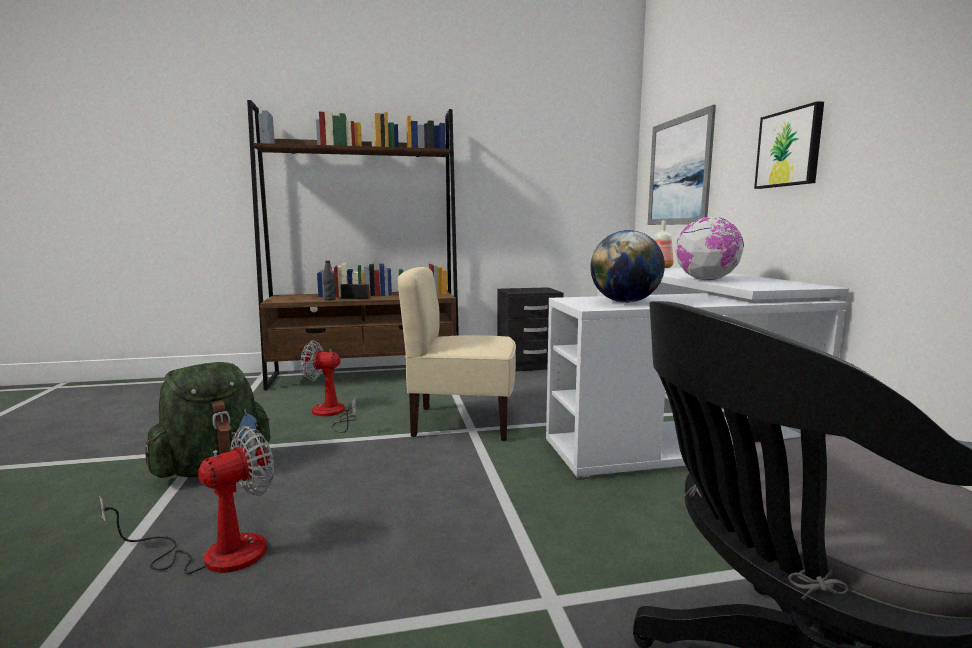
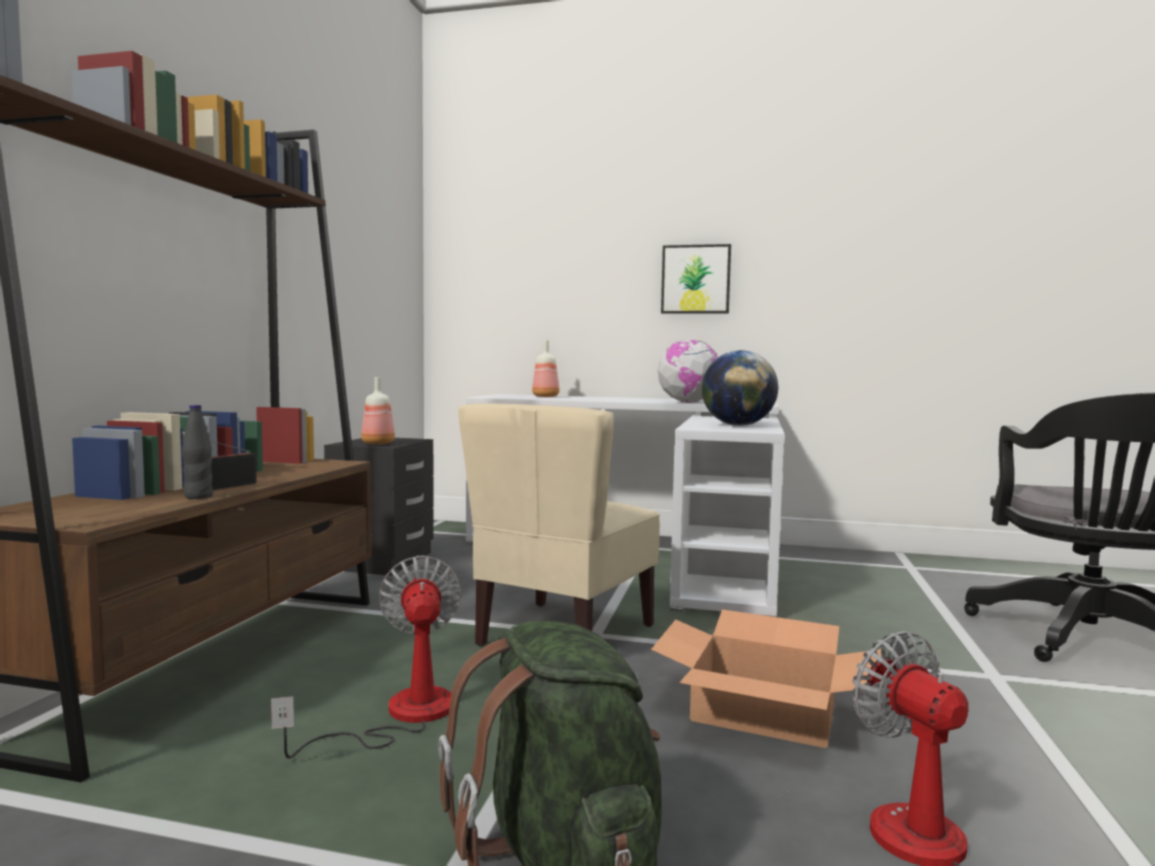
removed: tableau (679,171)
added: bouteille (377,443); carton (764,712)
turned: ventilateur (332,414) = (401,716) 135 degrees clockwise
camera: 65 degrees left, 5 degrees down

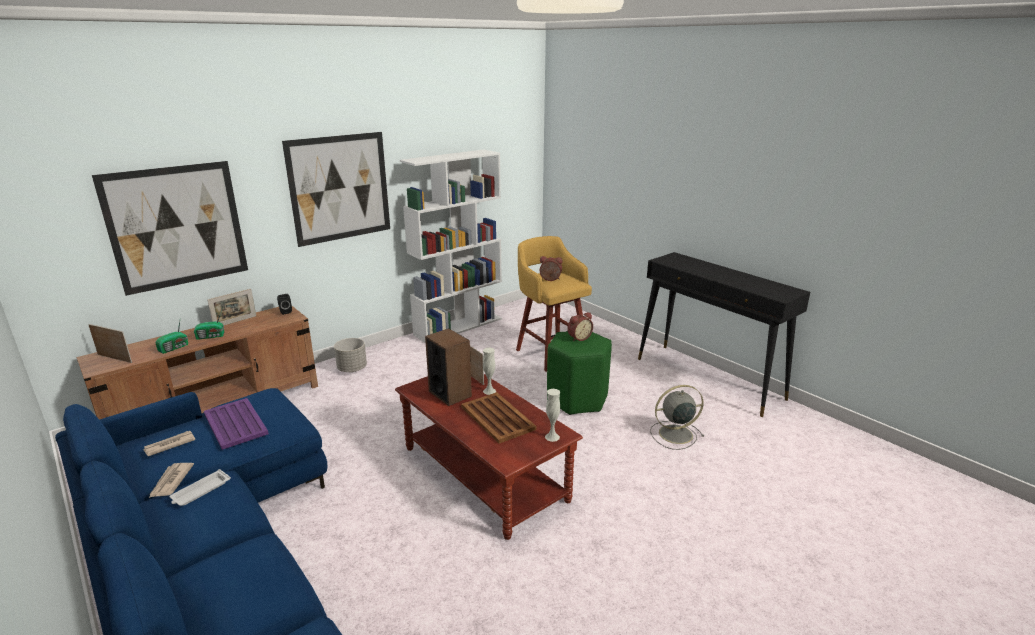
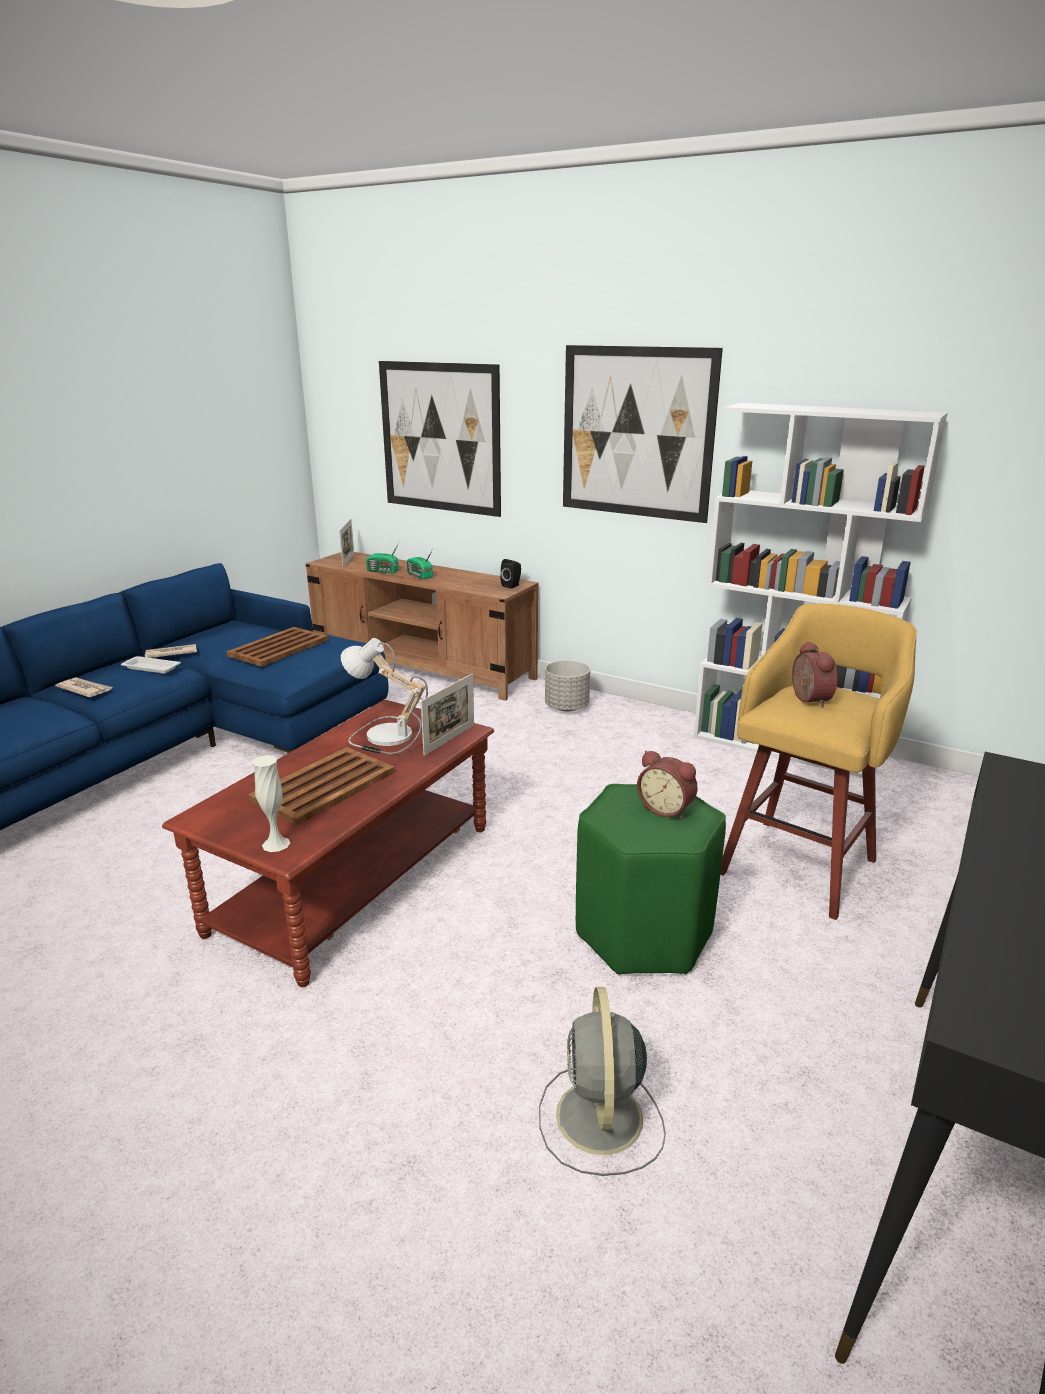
removed: cadre photo (235,322); vase (blanc) (489,391)
moved: journal (169,445) to (85,689)
replaced: enceinte (450,393) to lampe de table (384,737)
recoloured: plateau (violet) (235,424) to plateau (marron) (278,648)
turned: ventilateur (gris) (674,434) = (599,1120) 150 degrees counterclockwise
camera: 70 degrees right, 0 degrees up

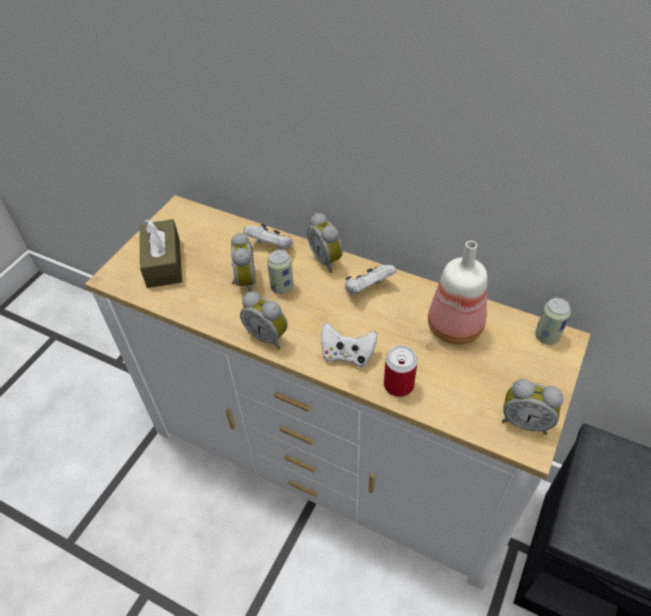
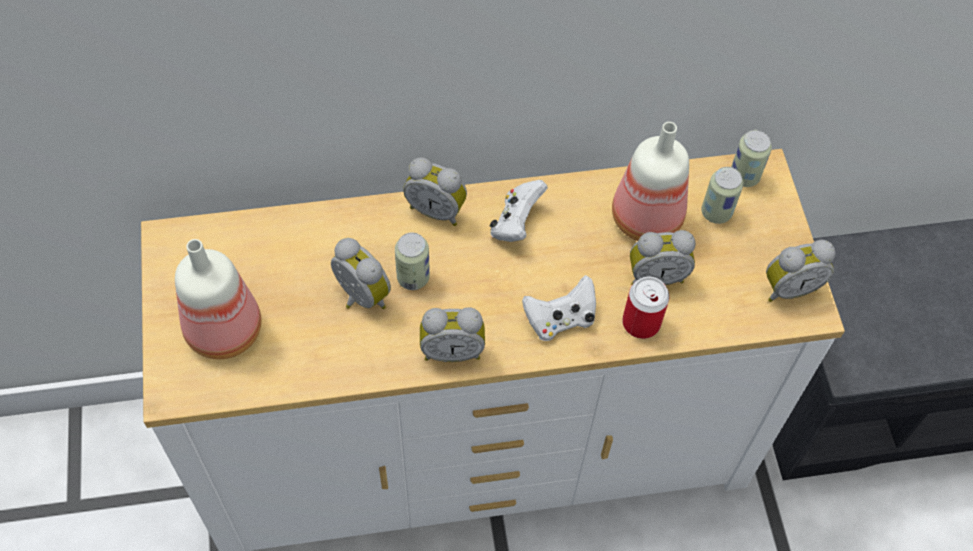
removed: manette (blanc) (271,247)
added: réveil (655,275); boîte métallique (716,212)
replaced: boîte à mouchoirs (marron) (163,263) to bouteille (227,330)
camera: 40 degrees left, 10 degrees up

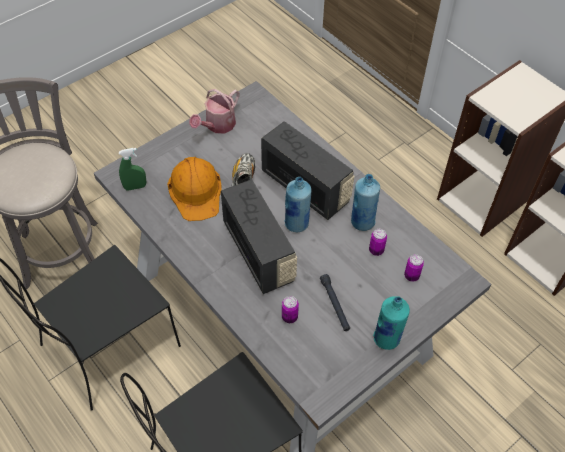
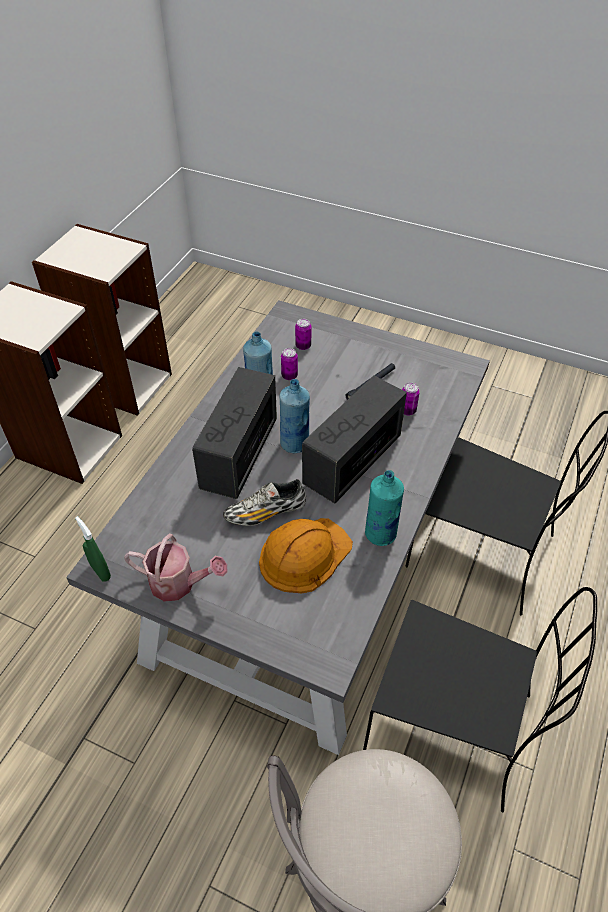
moved: vaporisateur (vert) (135,187) to (100,571); bouteille (turquoise) (386,339) to (380,533)
camera: 115 degrees left, 5 degrees down

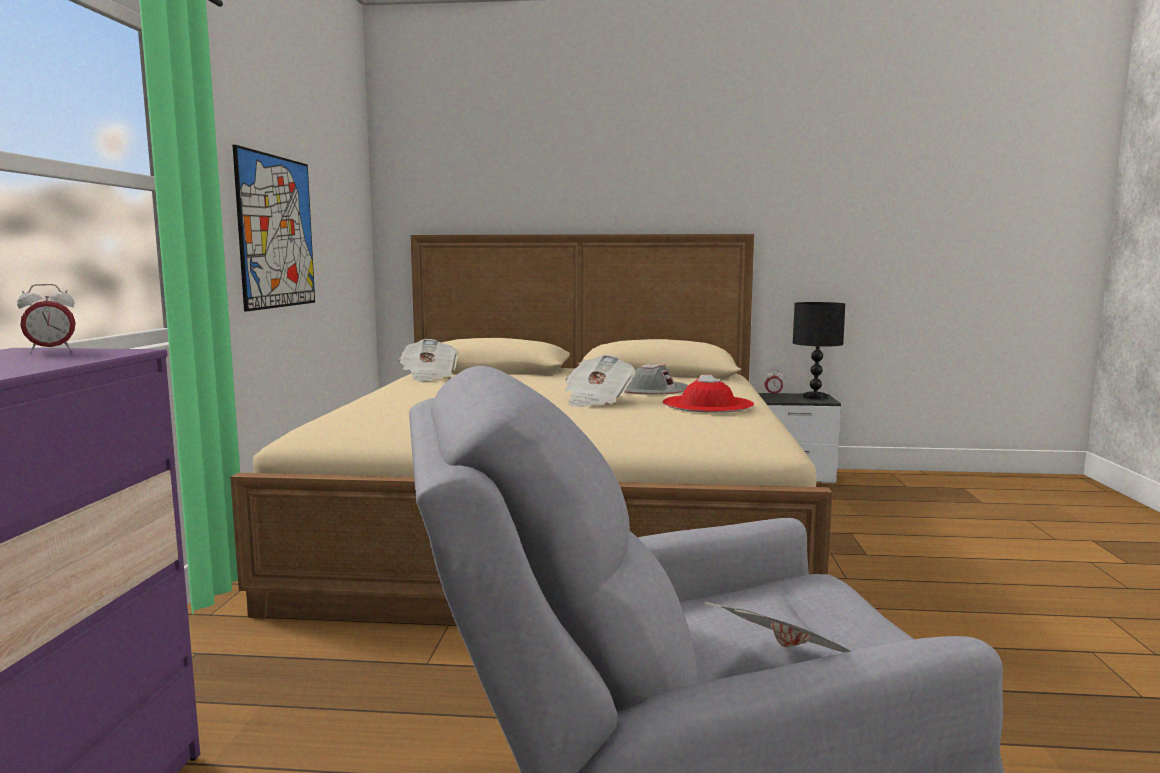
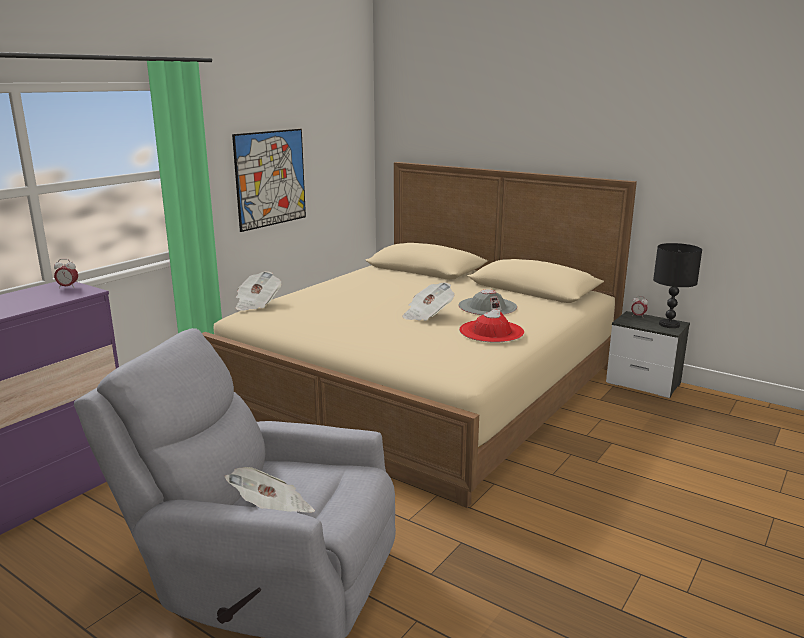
moved: journal (429,376) to (257,304)
camera: 30 degrees right, 10 degrees up

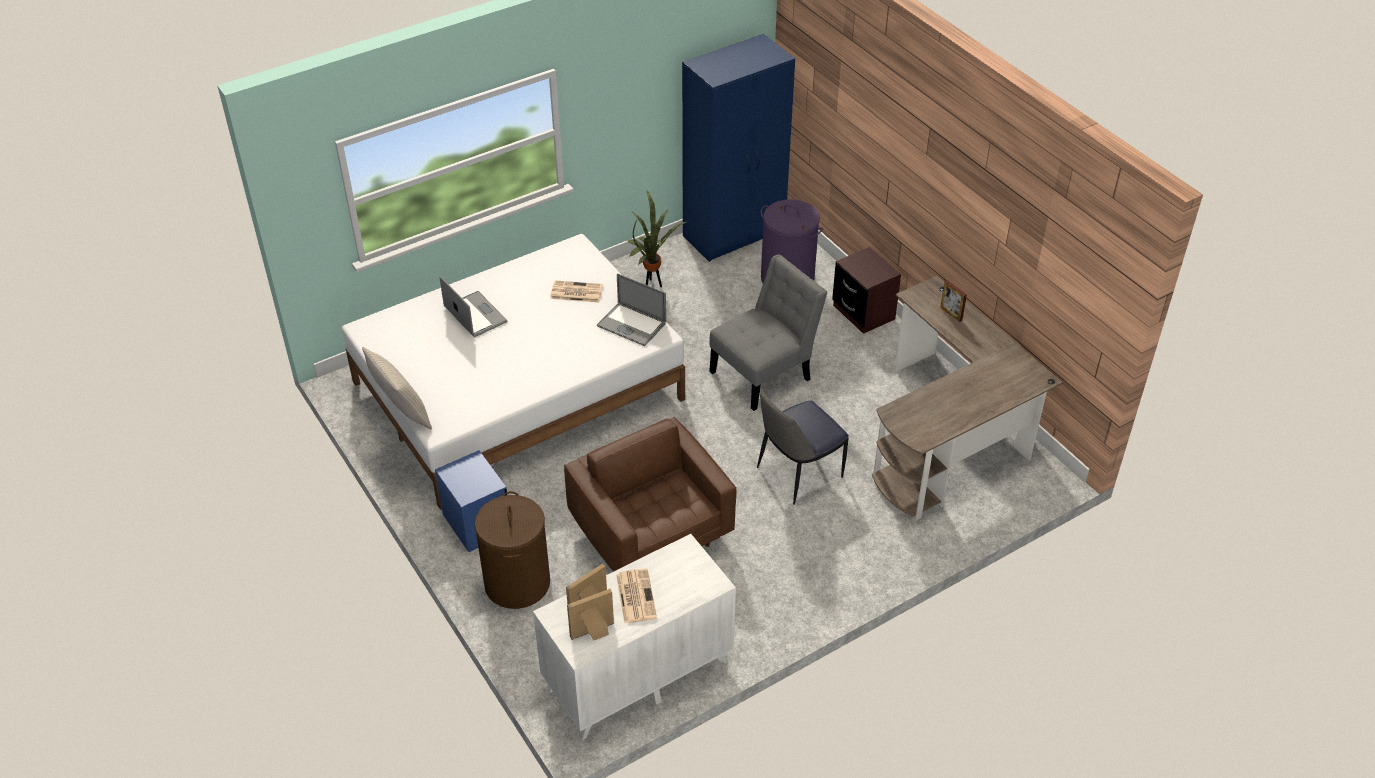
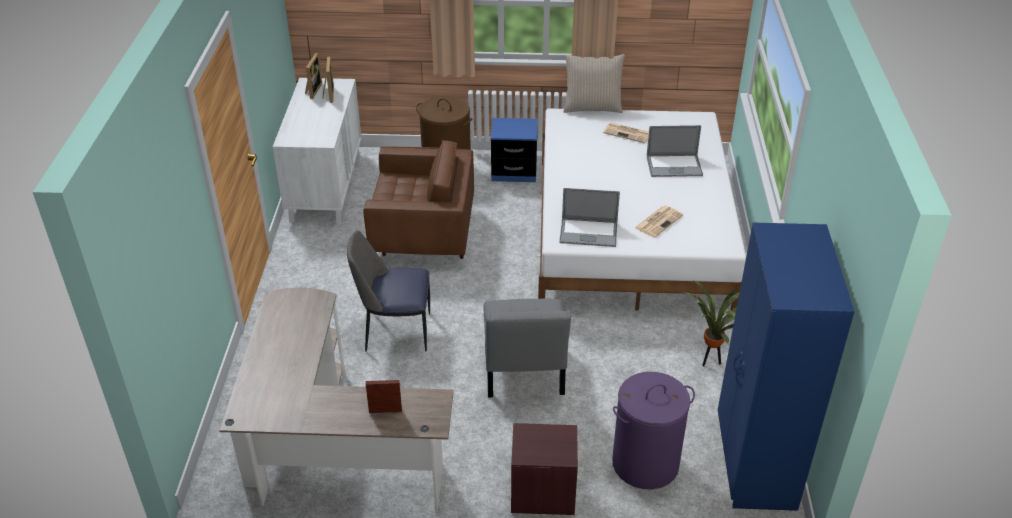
moved: journal (635,596) to (628,133)
turned: chaise (797,474) = (395,331) 90 degrees counterclockwise; ordinateur portable (631,324) = (588,233) 150 degrees counterclockwise
camera: 125 degrees right, 5 degrees down

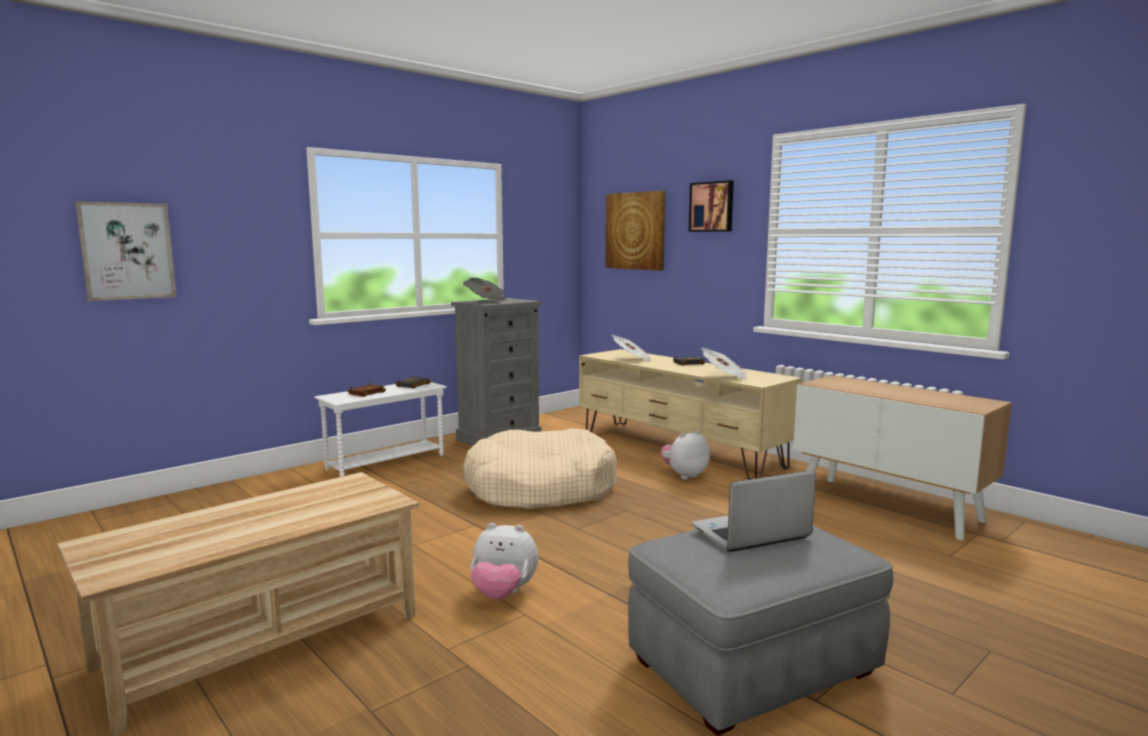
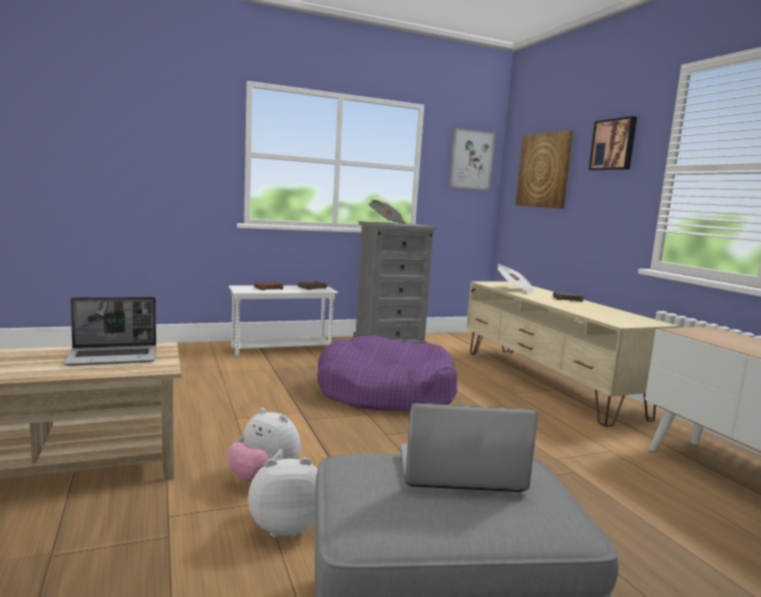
removed: journal (725,377)
added: ordinateur portable (114,357)
moved: peluche (684,475) to (285,526); tableau (127,251) to (471,159)
recoloured: panier pour chien (beige) (540,488) to panier pour chien (violet) (385,392)
camera: 20 degrees right, 0 degrees up

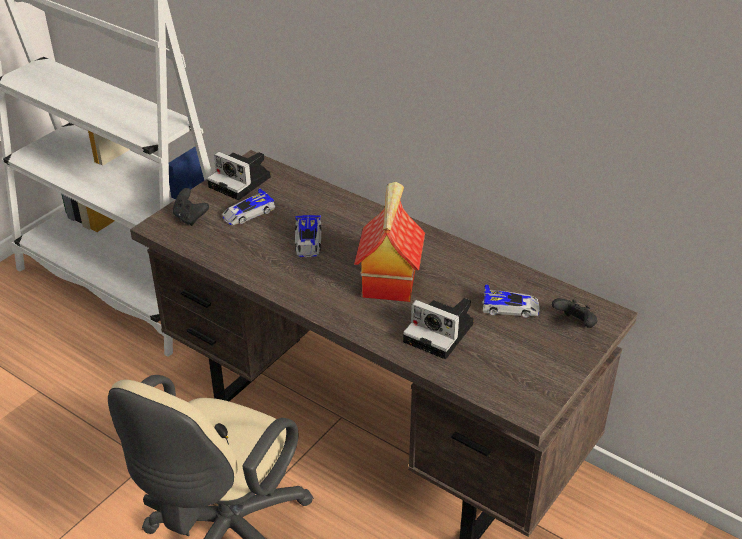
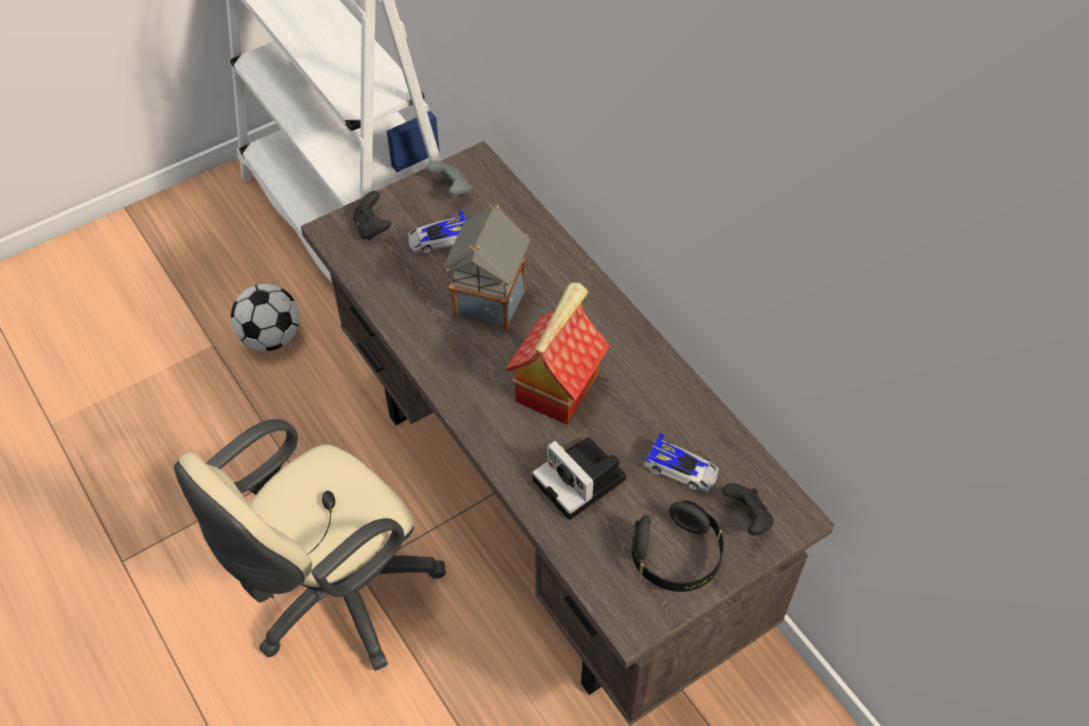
added: ballon de foot (271,337); casque audio (noir) (676,557)
replaced: appareil photo (242,182) to manette (gris) (452,189); petite voiture (308,241) to maison miniature (490,301)
camera: 20 degrees right, 15 degrees up

